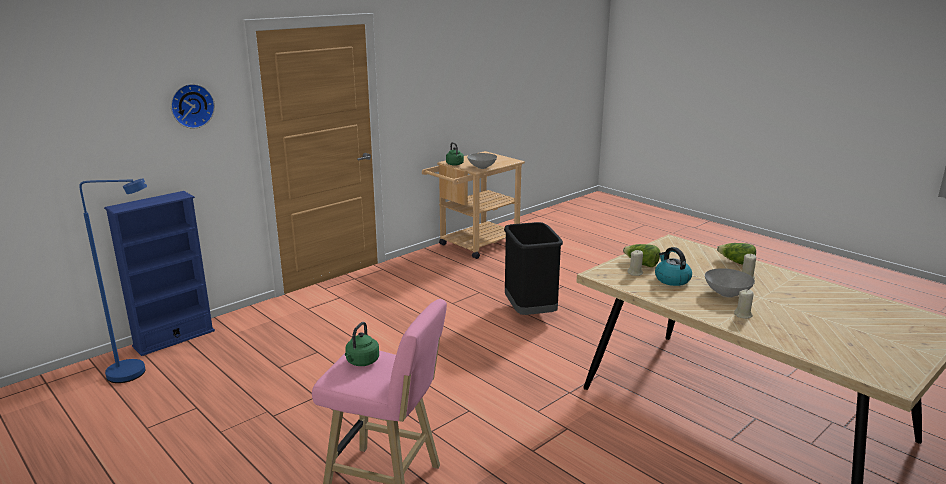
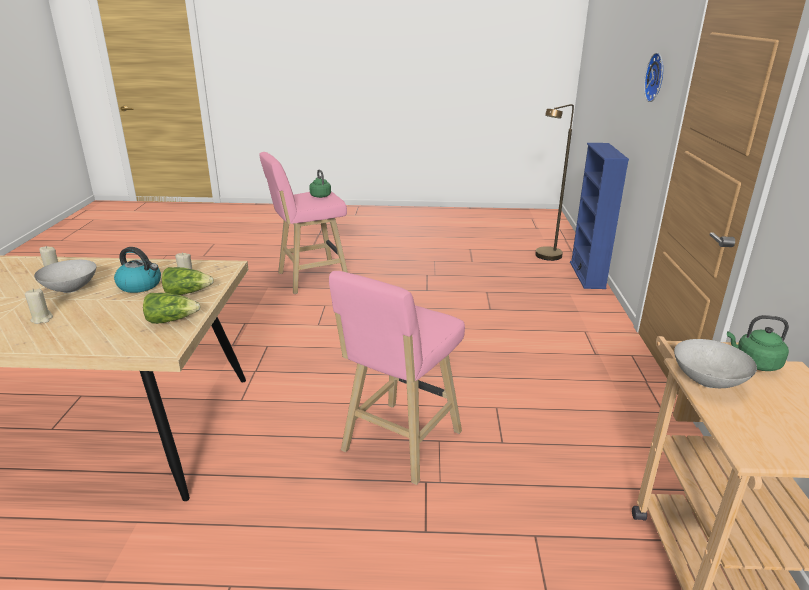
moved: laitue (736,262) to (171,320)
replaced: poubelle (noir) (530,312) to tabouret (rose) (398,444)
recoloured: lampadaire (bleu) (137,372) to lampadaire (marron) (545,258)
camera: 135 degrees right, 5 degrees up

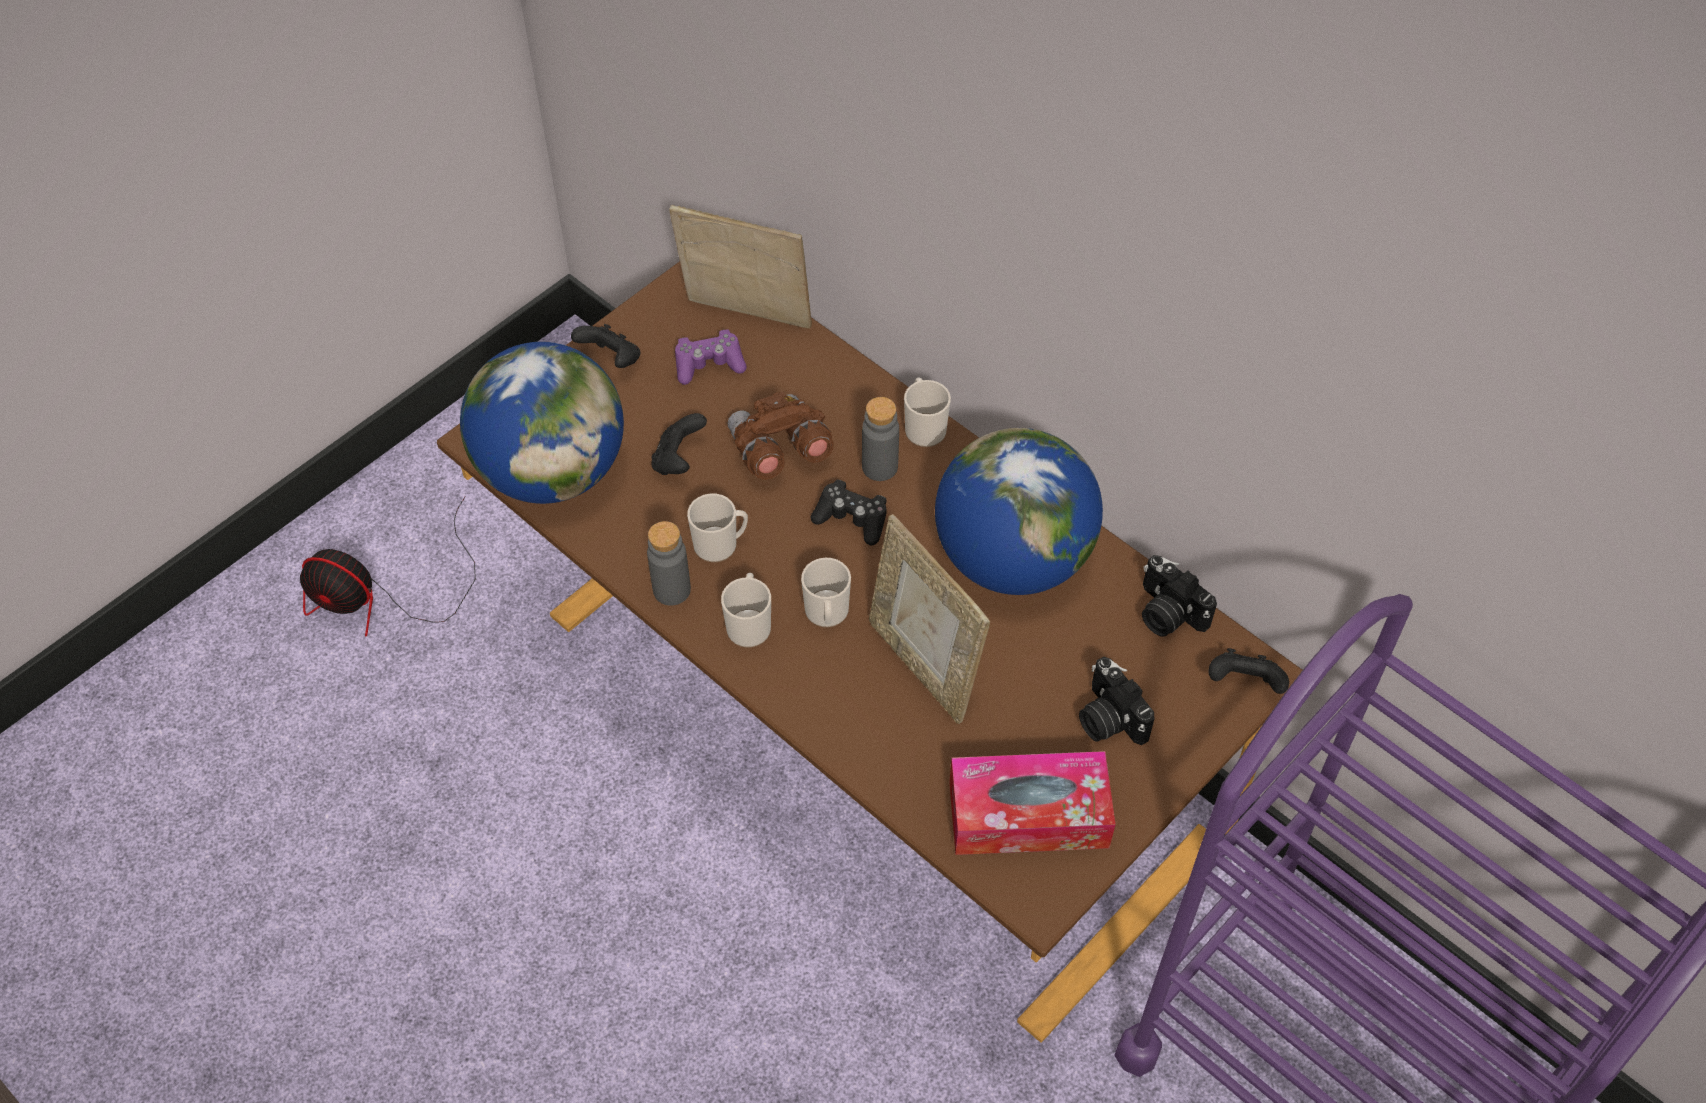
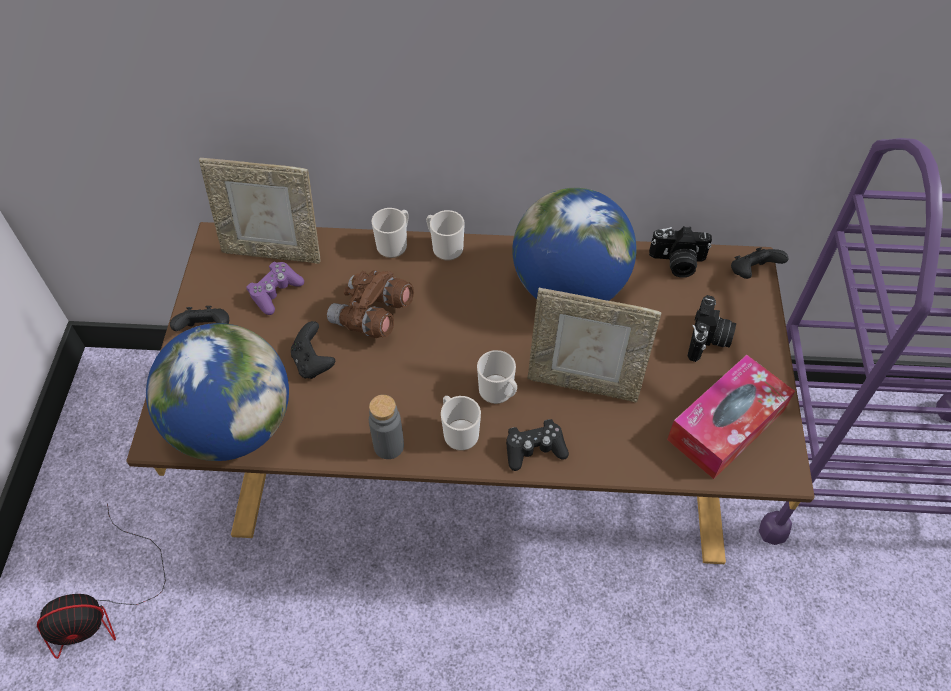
removed: bouteille (gris) (879,467)
moved: mug (720,544) to (394,244); manette (noir) (851,519) to (534,449)
turned: cadre photo (746,319) = (273,251) 150 degrees counterclockwise; appareil photo (1107,719) = (708,340) 90 degrees counterclockwise
camera: 40 degrees left, 0 degrees up

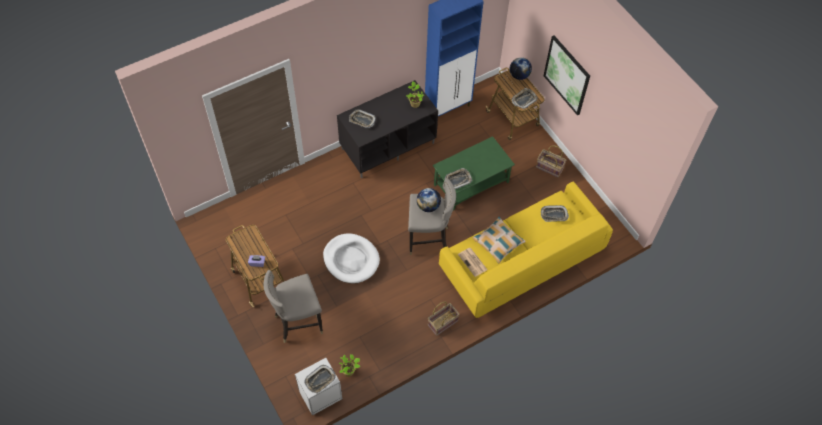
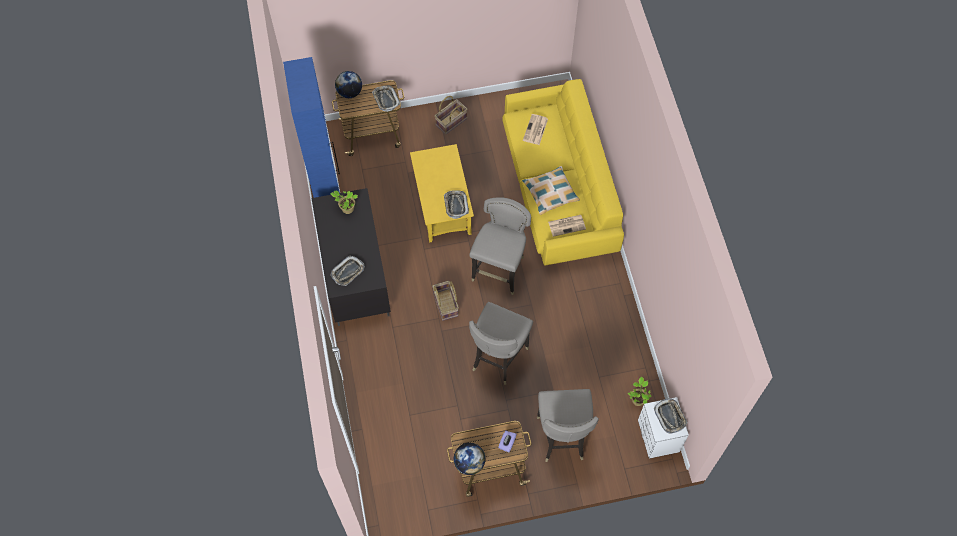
removed: tableau (567,75)
moved: panier (443,323) to (446,304); globe (428,206) to (469,463)
replaced: panier pour chien (blanc) (351,259) to tabouret (gris) (498,358); plateau (554,215) to journal (535,130)
recoloured: table basse (vert) (471,184) to table basse (jaune) (443,204)
camera: 70 degrees left, 5 degrees up

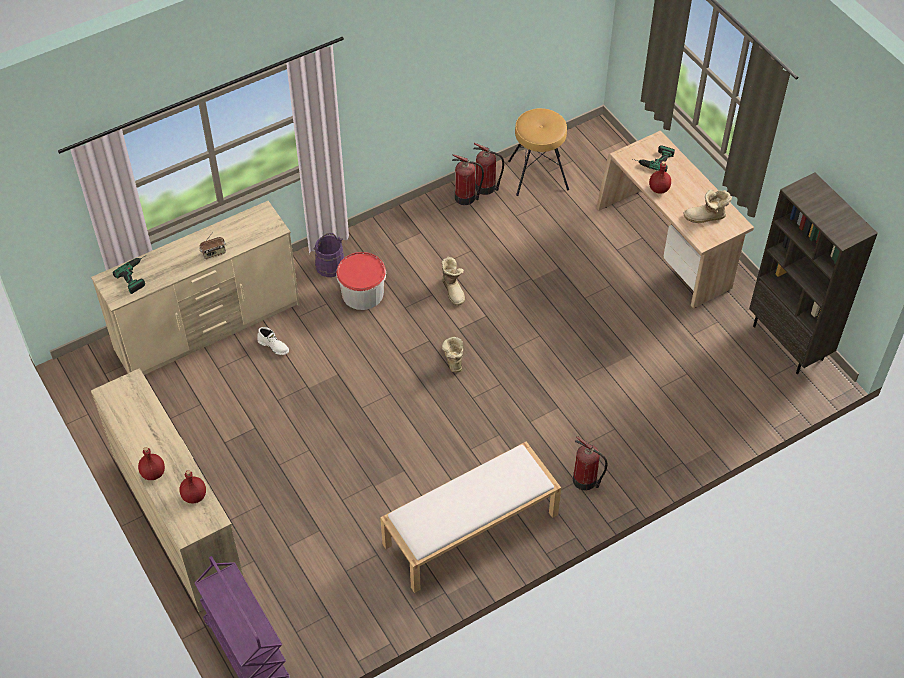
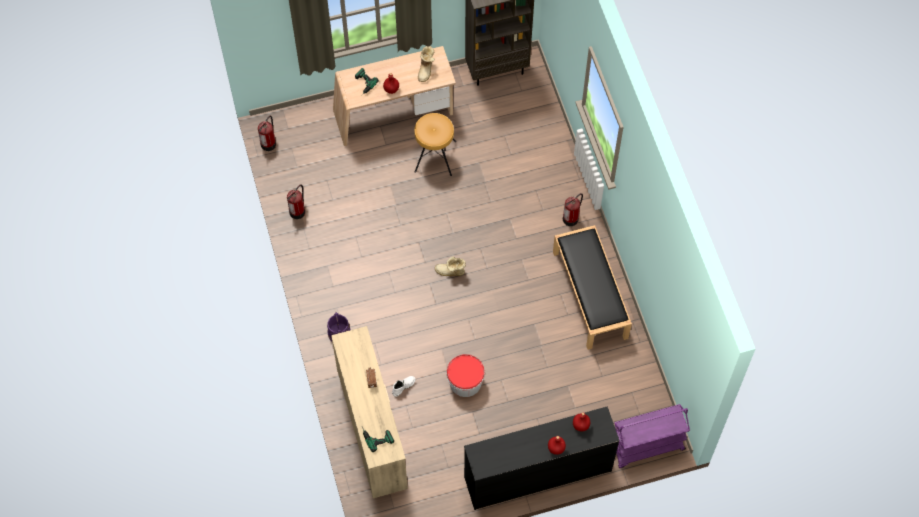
removed: botte (453,290)
moved: extincteur (466,197) to (269,143); tabouret (marron) (538,174) to (435,156); seau (362,293) to (465,382)
recoloured: commode (beige) (179,521) to commode (noir) (537,473); banc (blanc) (470,530) to banc (noir) (590,295)
camera: 75 degrees left, 10 degrees up

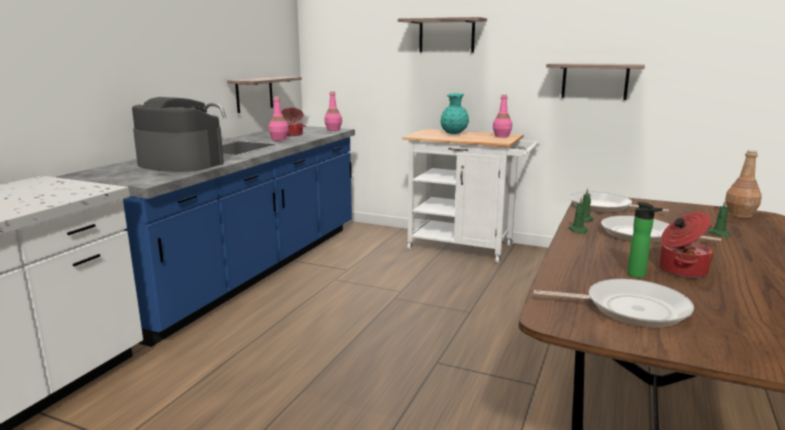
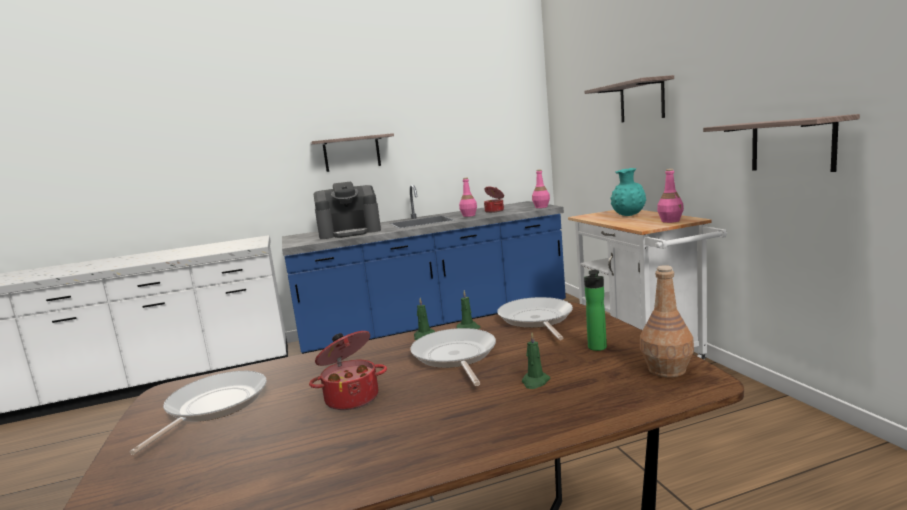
moved: étagère (254,94) to (352,153); bouteille (638,275) to (597,348)
turned: poêle (629,309) = (213,406) 135 degrees counterclockwise; machine à café (179,164) = (350,232) 90 degrees clockwise
camera: 50 degrees right, 5 degrees down

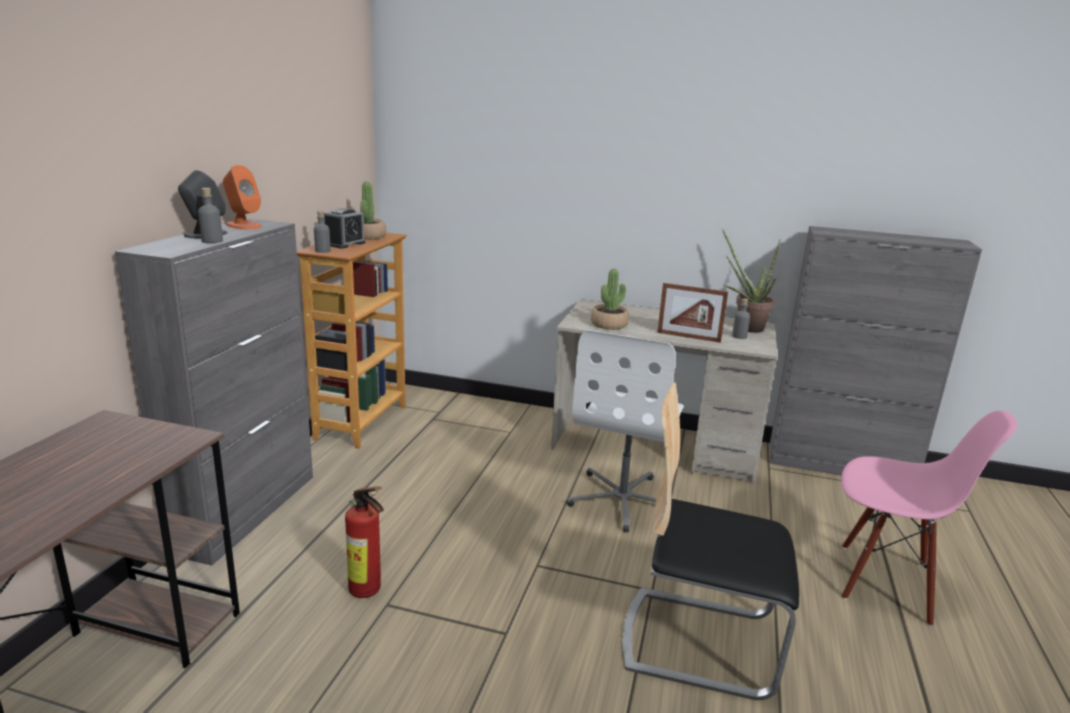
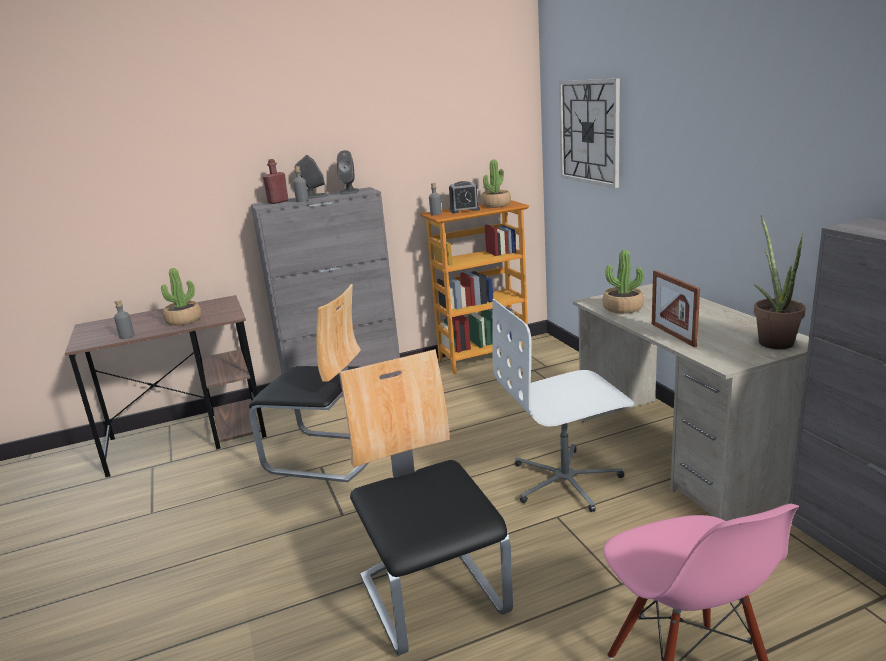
added: plante en pot (184,320); bouteille (rouge) (278,202); horloge murale (589,132)
moved: bouteille (gris) (739,336) to (127,336)
replaced: extincteur (368,592) to chaise (324,456)
recoloured: enceinte (orange) (243,225) to enceinte (gris) (349,191)
camera: 55 degrees right, 0 degrees up

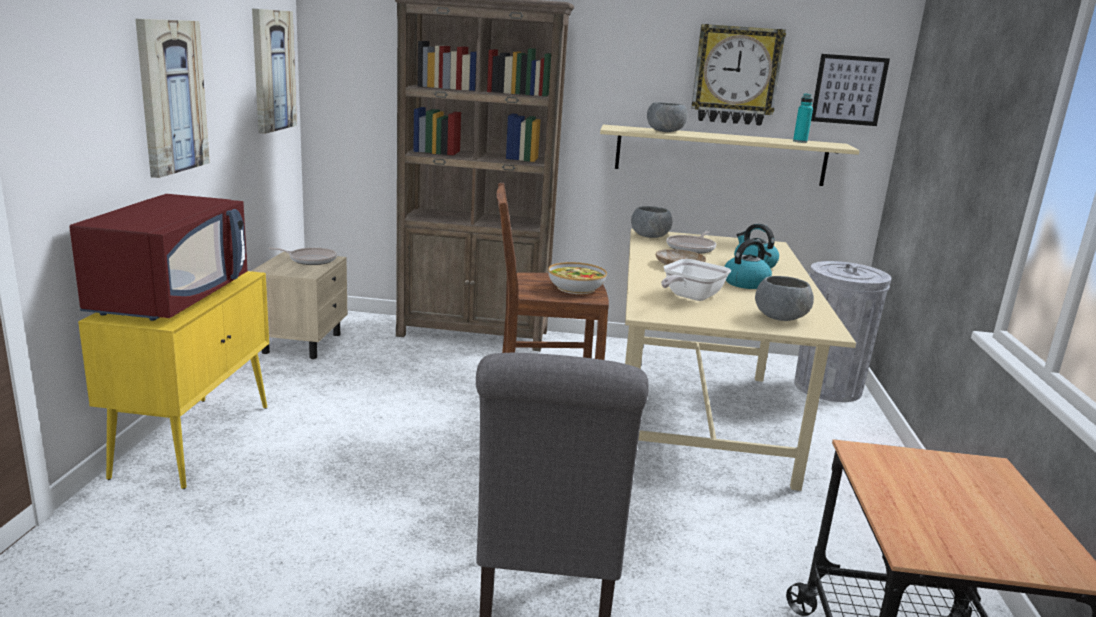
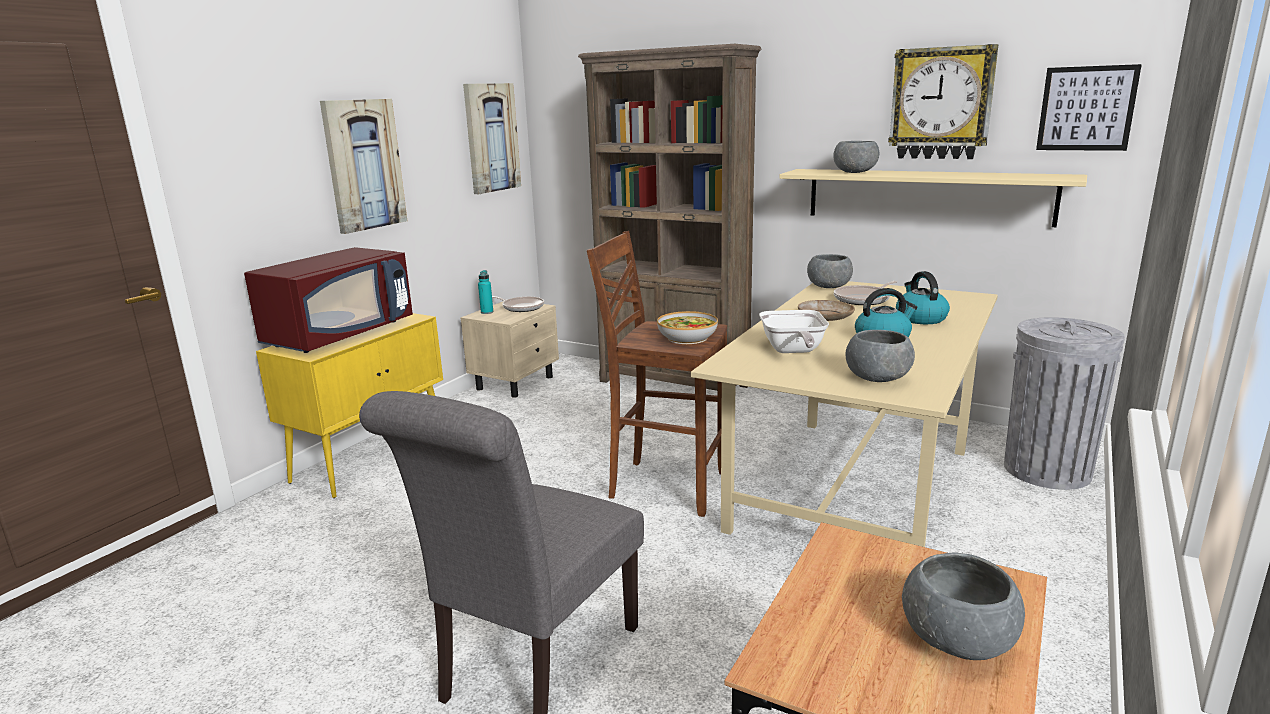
added: bol (gris) (957,641)
moved: bouteille (turquoise) (800,141) to (487,312)
turned: poêle (689,297) = (792,351) 60 degrees counterclockwise
camera: 25 degrees right, 0 degrees up

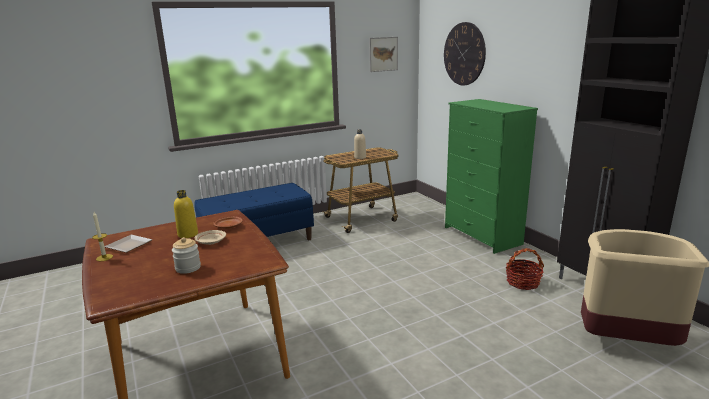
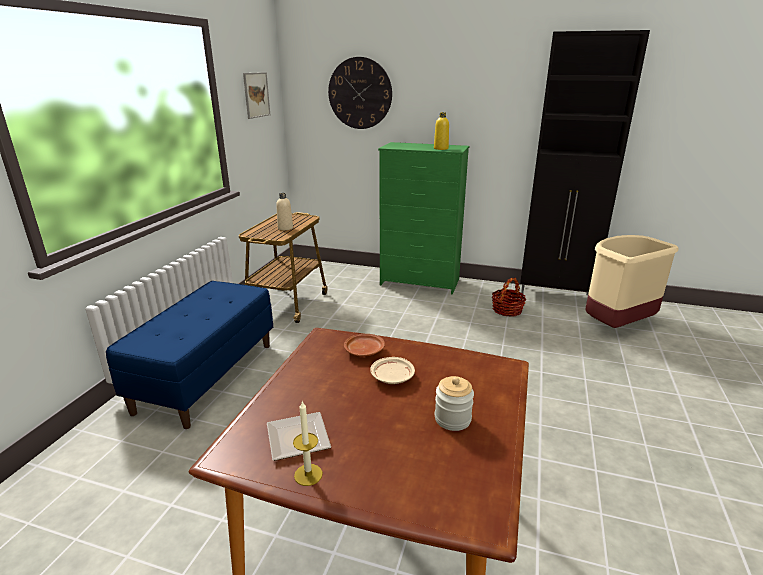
moved: bouteille (jaune) (188,234) to (441,148)
camera: 45 degrees left, 5 degrees up

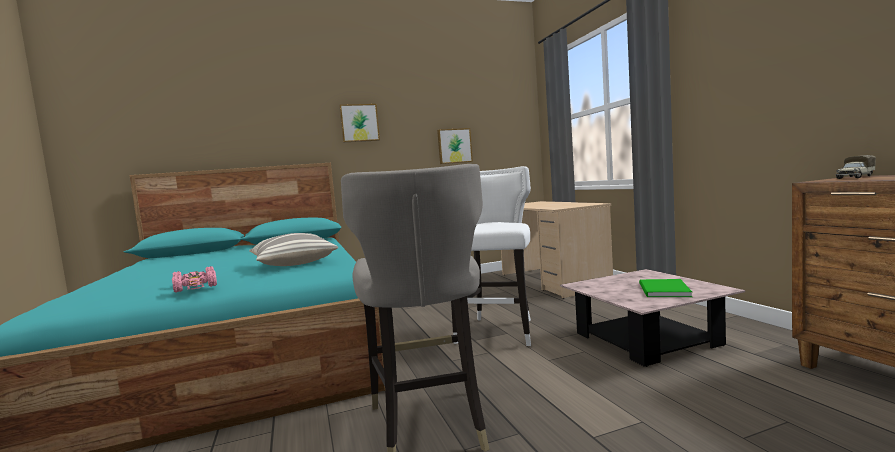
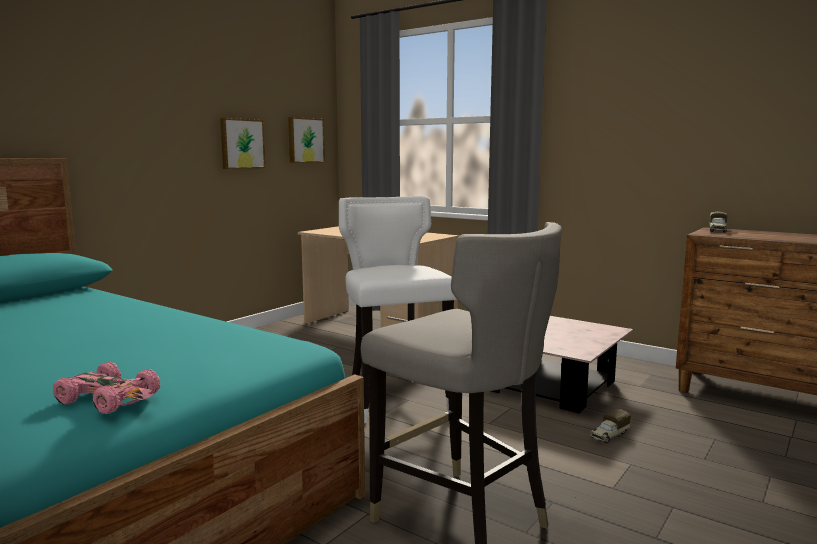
removed: coussin (293,263); livre (vert) (663,290)
added: camion jouet (609,435)
moved: tableau (359,123) to (305,140)
camera: 35 degrees left, 5 degrees up

